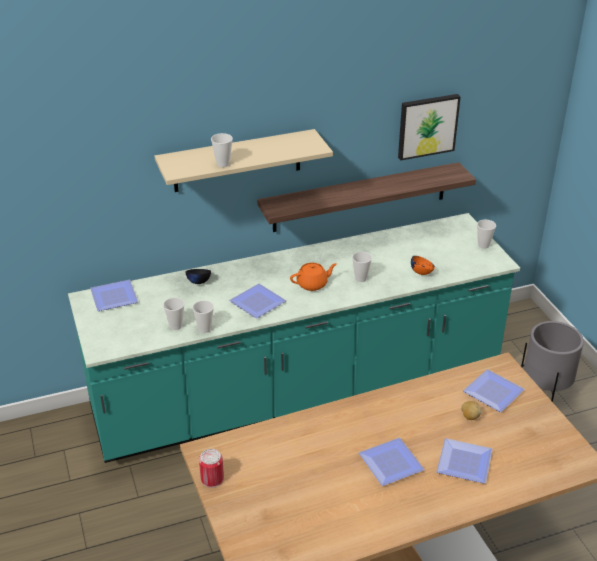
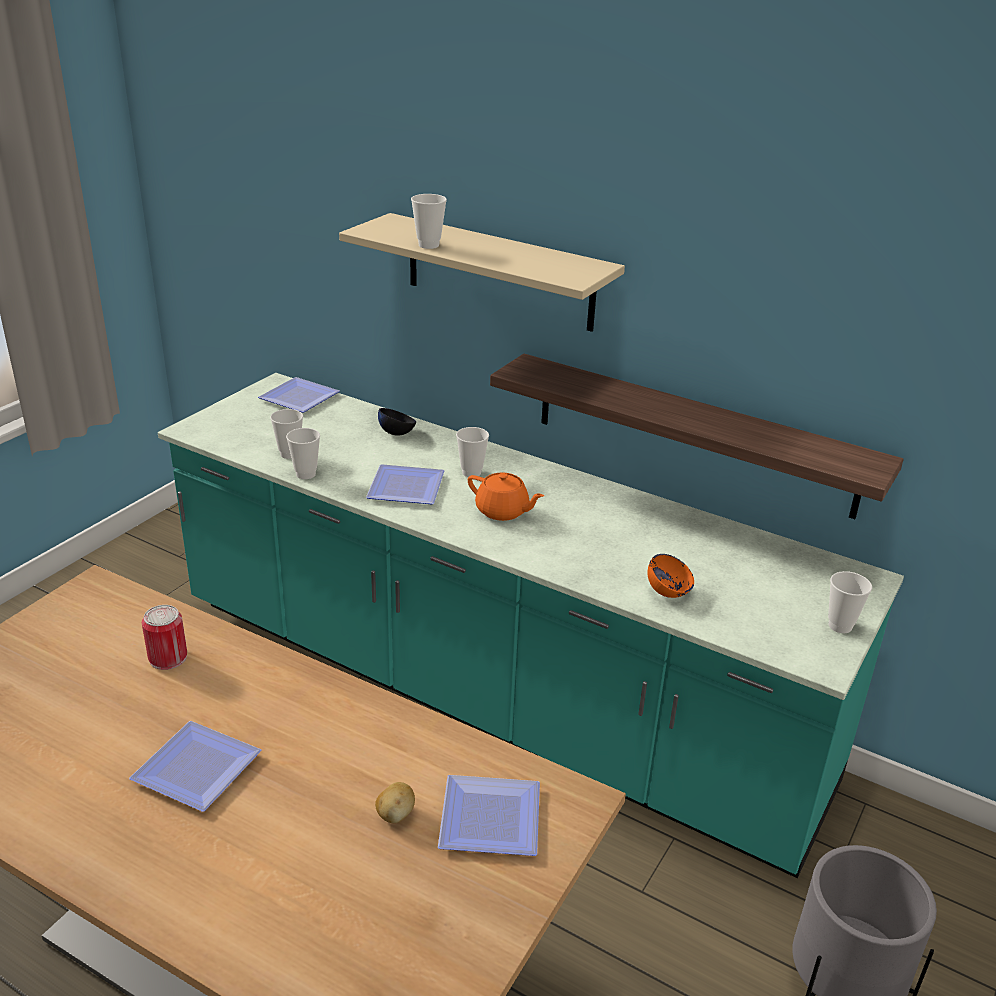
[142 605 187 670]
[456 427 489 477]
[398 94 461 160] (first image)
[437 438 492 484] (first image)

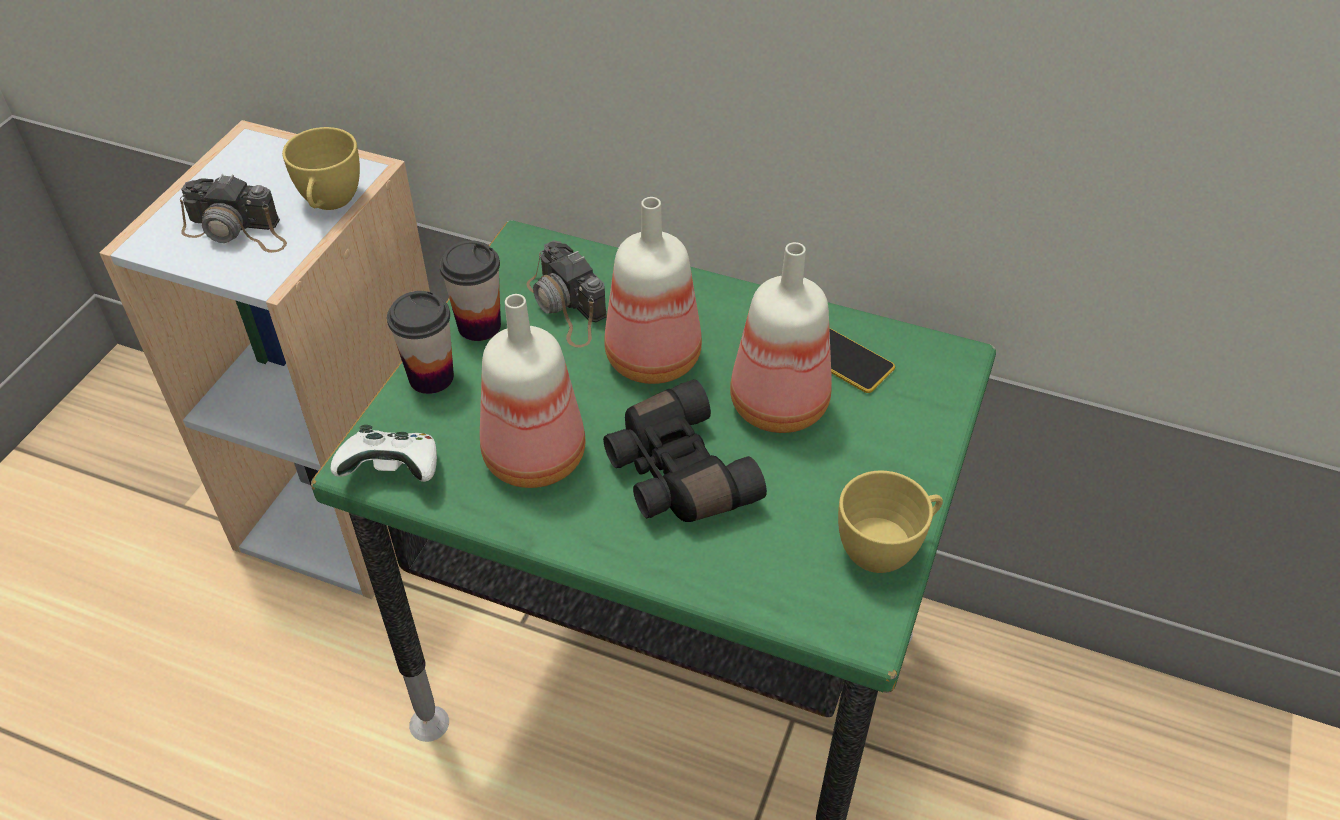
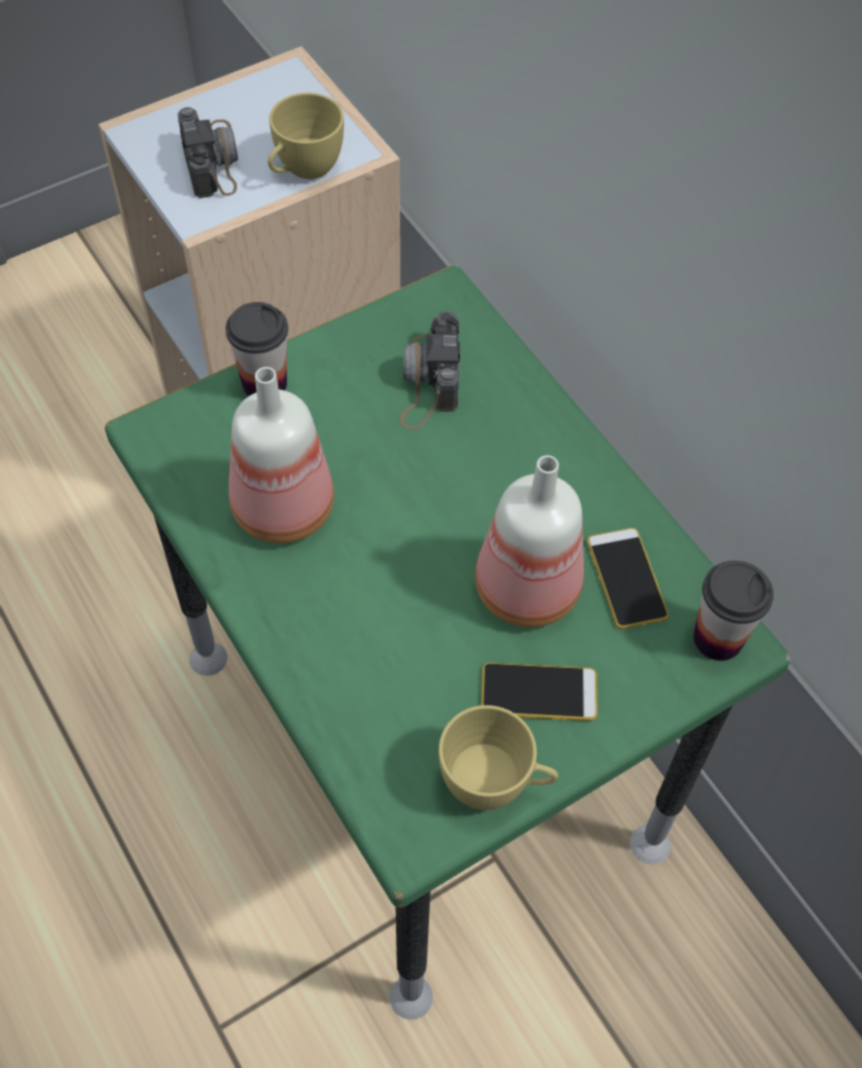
[178 107 238 198]
[331 425 437 482] (first image)
[693 561 774 661]
[603 379 767 522] (first image)
[604 197 702 384] (first image)
[481 663 598 721]

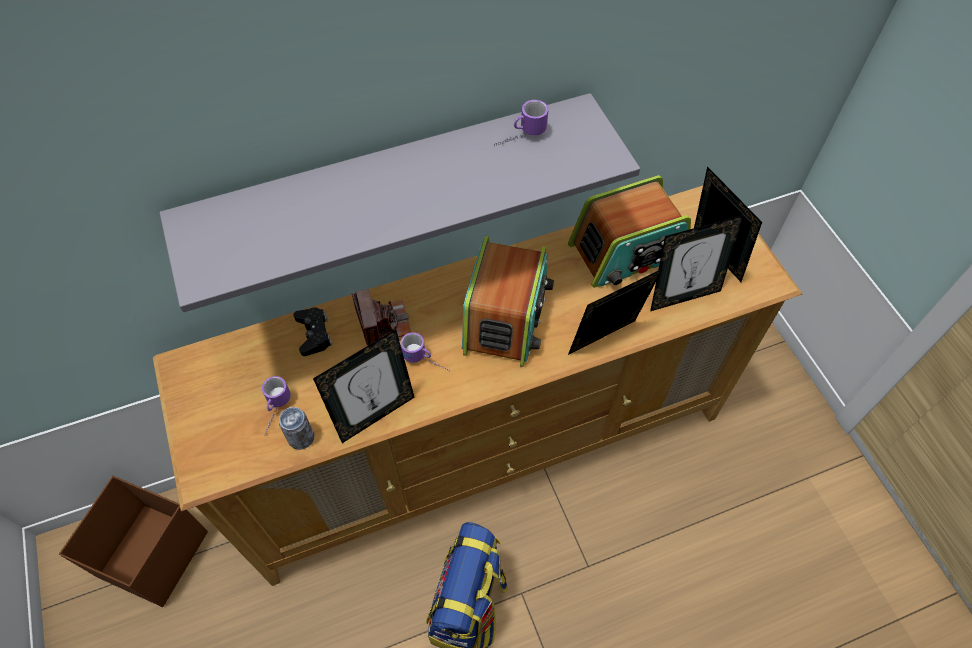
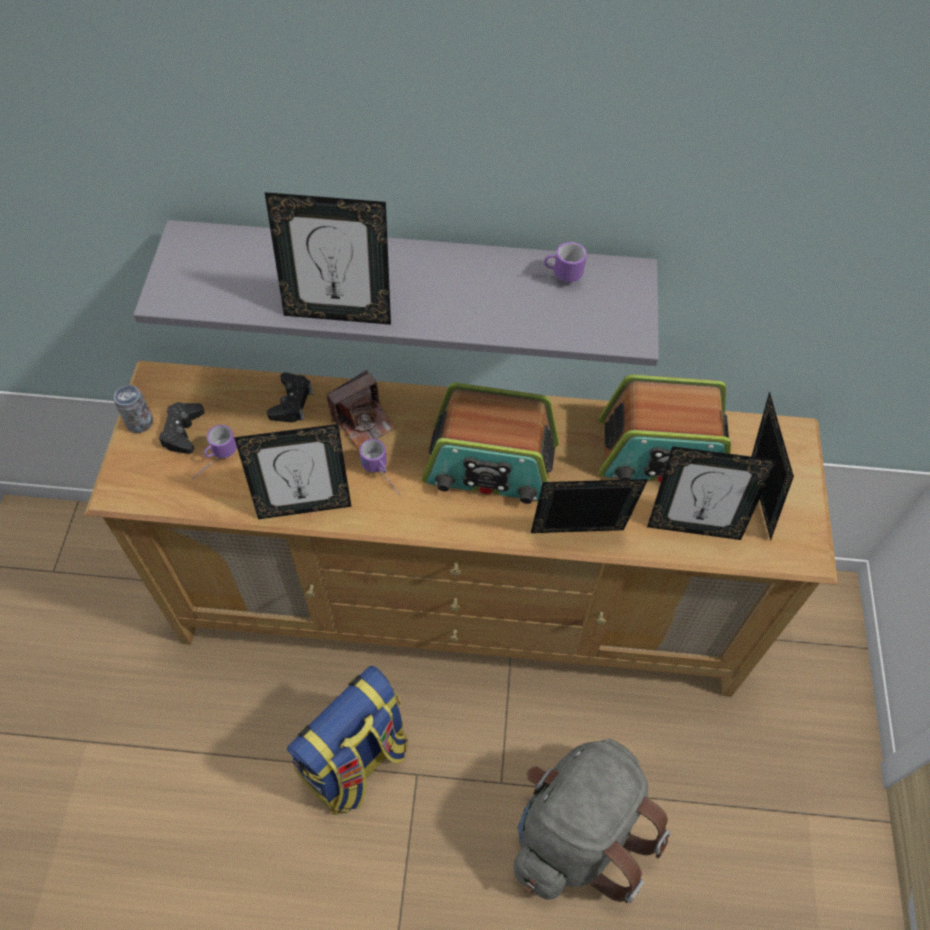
[59 476 208 607] (first image)
[114 385 153 433]
[326 370 396 449]
[422 383 559 504]
[159 402 205 454]
[265 192 391 325]
[513 739 670 903]

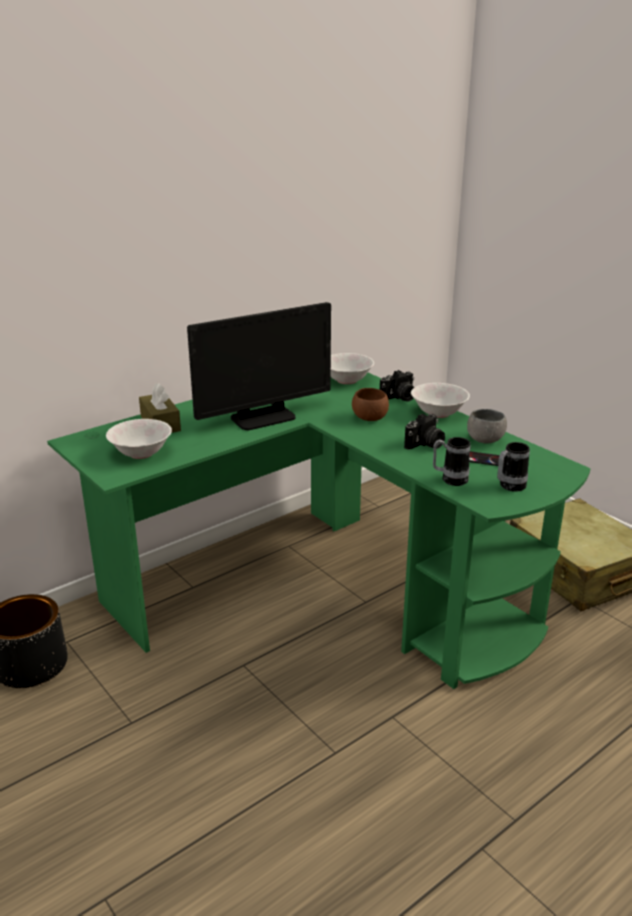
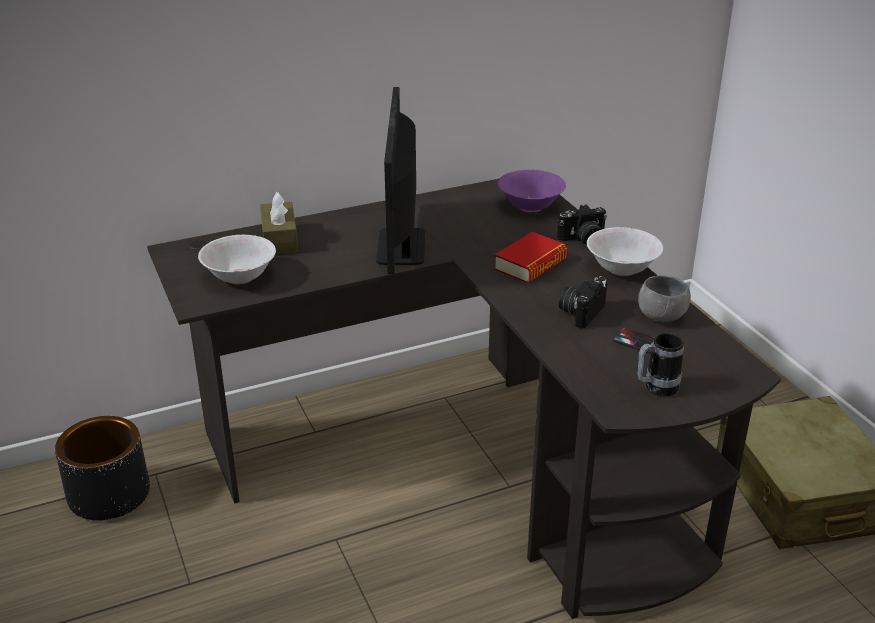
[147 179 781 619]
[376 87 425 274]
[498 170 566 212]
[494 232 568 283]
[559 276 607 328]
[433 437 471 486] (first image)

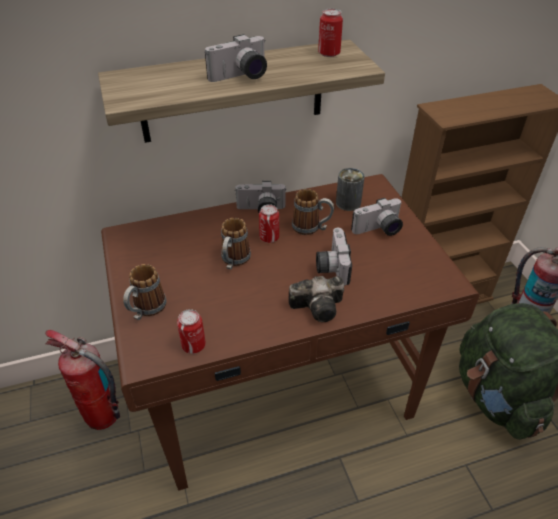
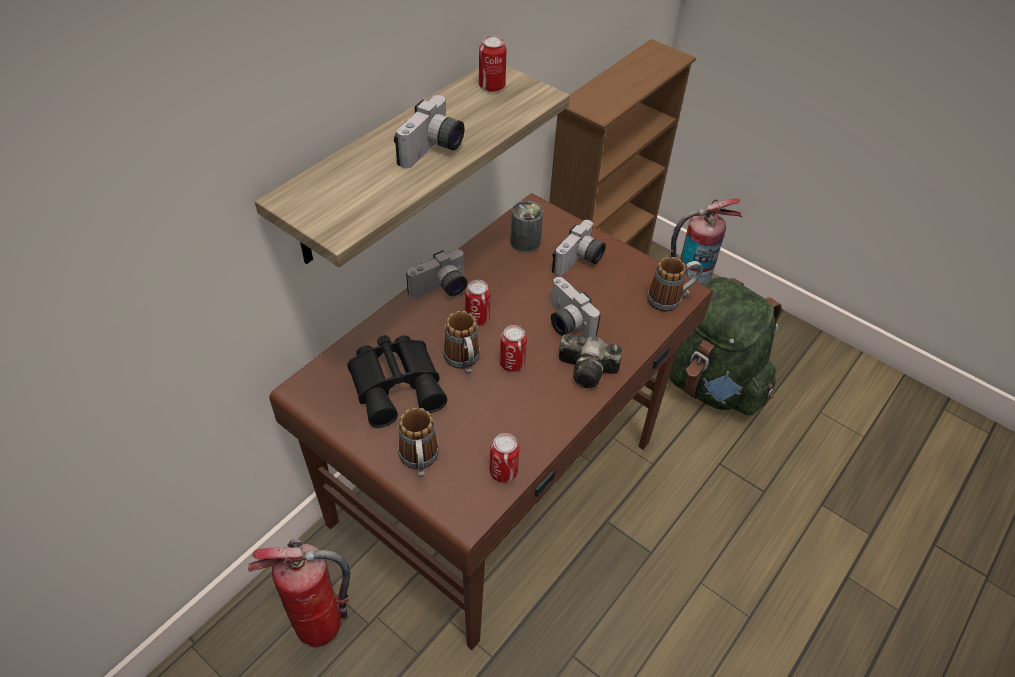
[559 334 623 388]
[647 257 703 312]
[347 335 447 428]
[500 325 527 372]

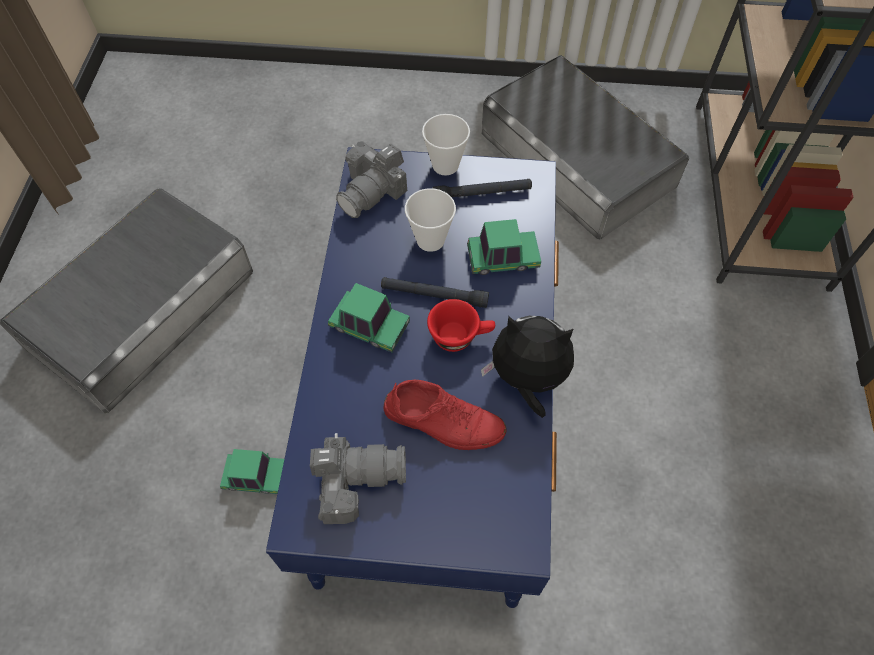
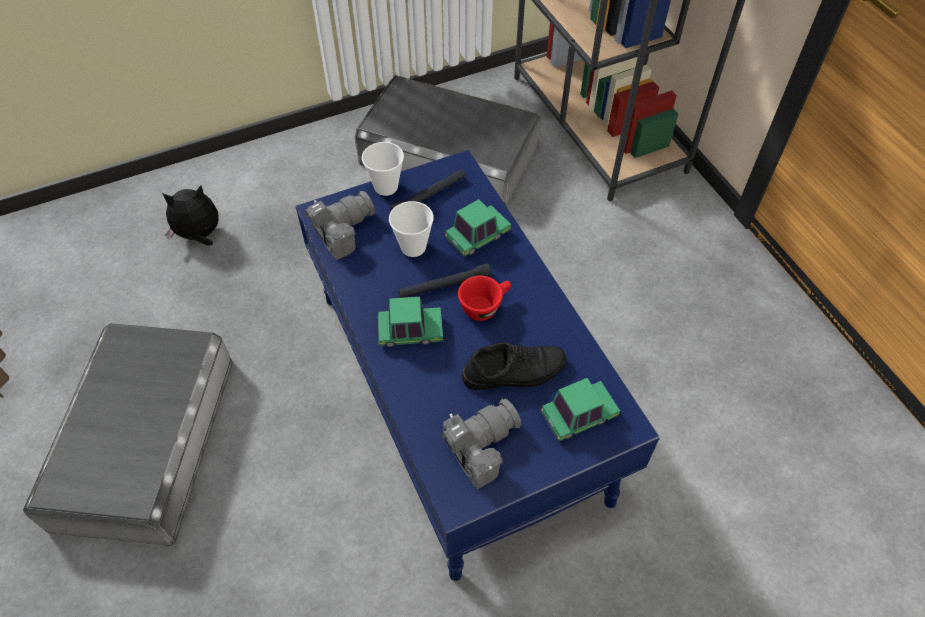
[541 378 620 442]
[305 191 375 260]
[462 342 567 390]
[162 186 219 246]

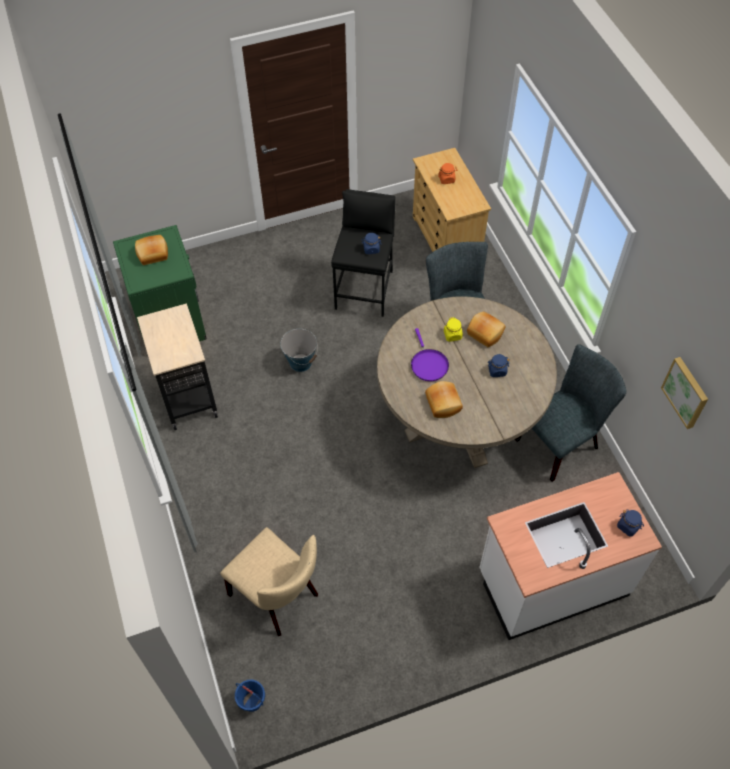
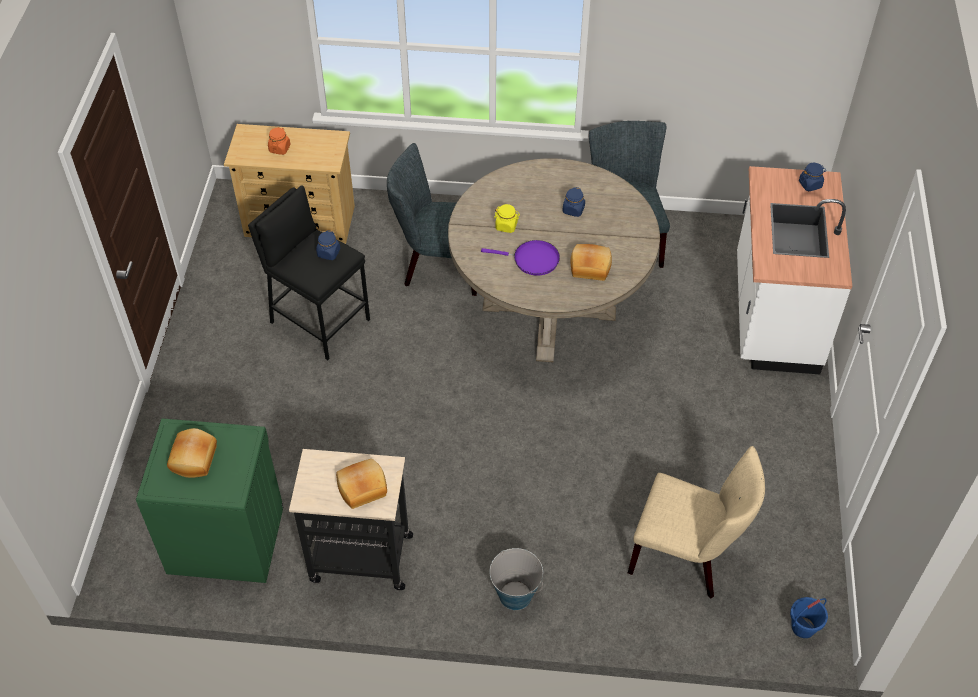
[628 446 765 598]
[489 548 543 610]
[336 459 387 509]
[661 357 708 429] (first image)

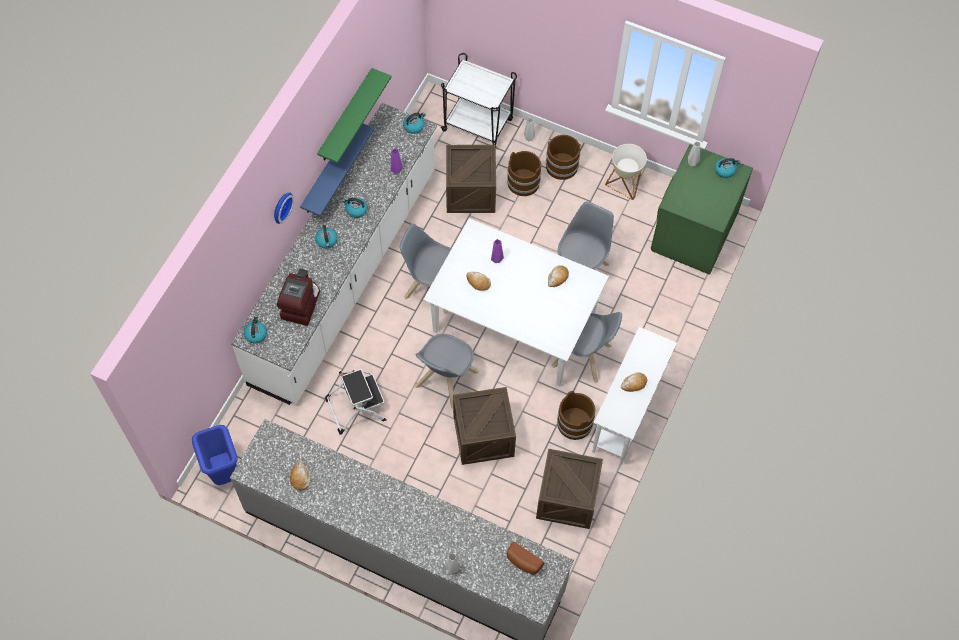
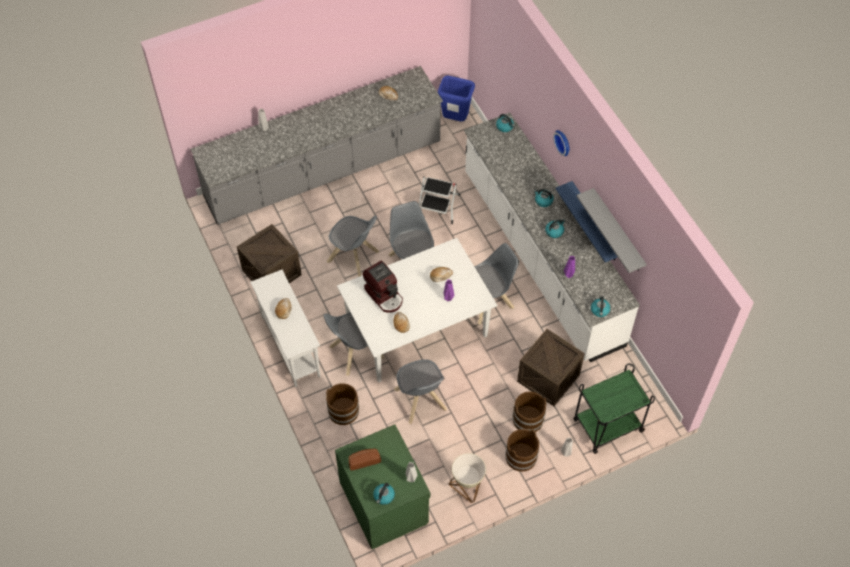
[363 260 403 313]
[577 188 647 273]
[573 363 655 454]
[327 215 379 277]
[348 449 381 471]
[326 383 359 425]

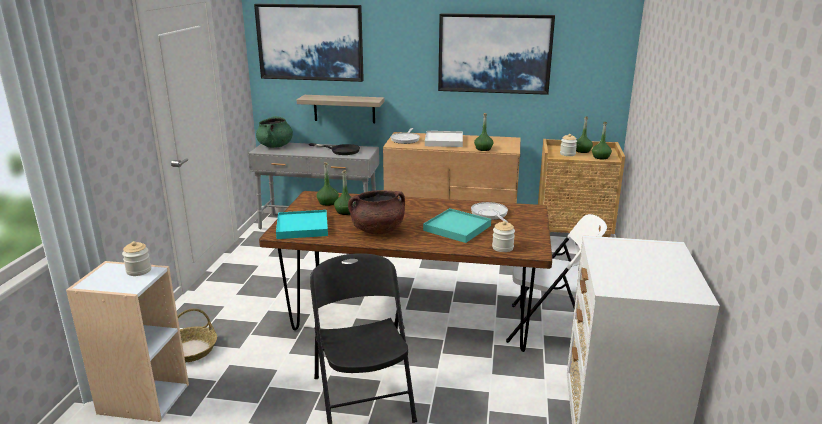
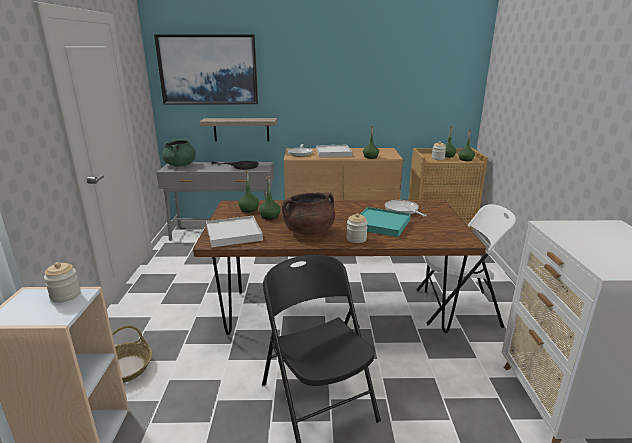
[206 216 263 247]
[438 13 555 95] (first image)
[347 213 368 243]

